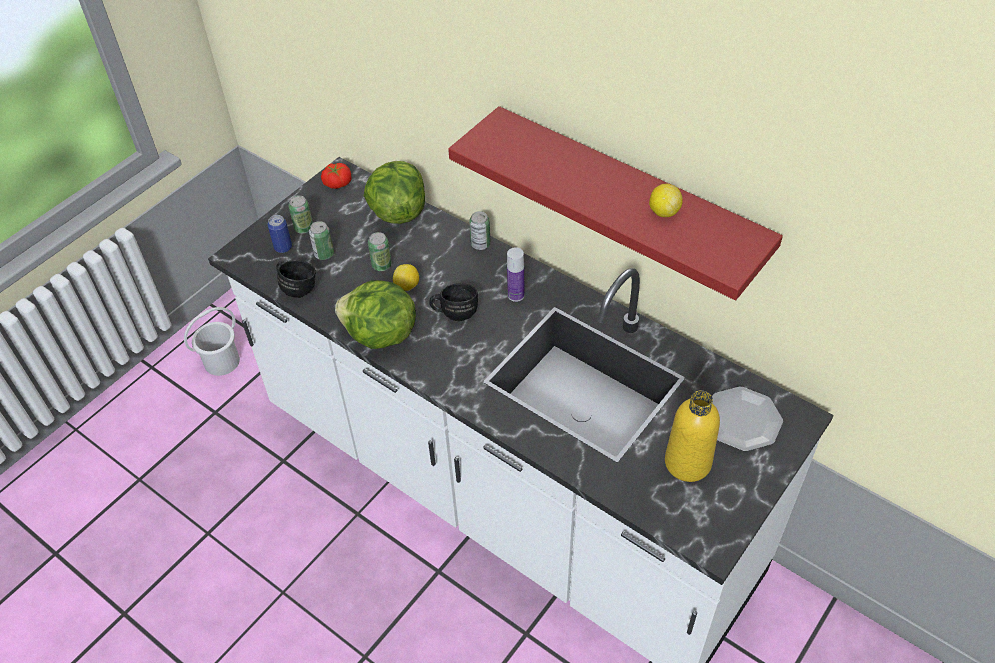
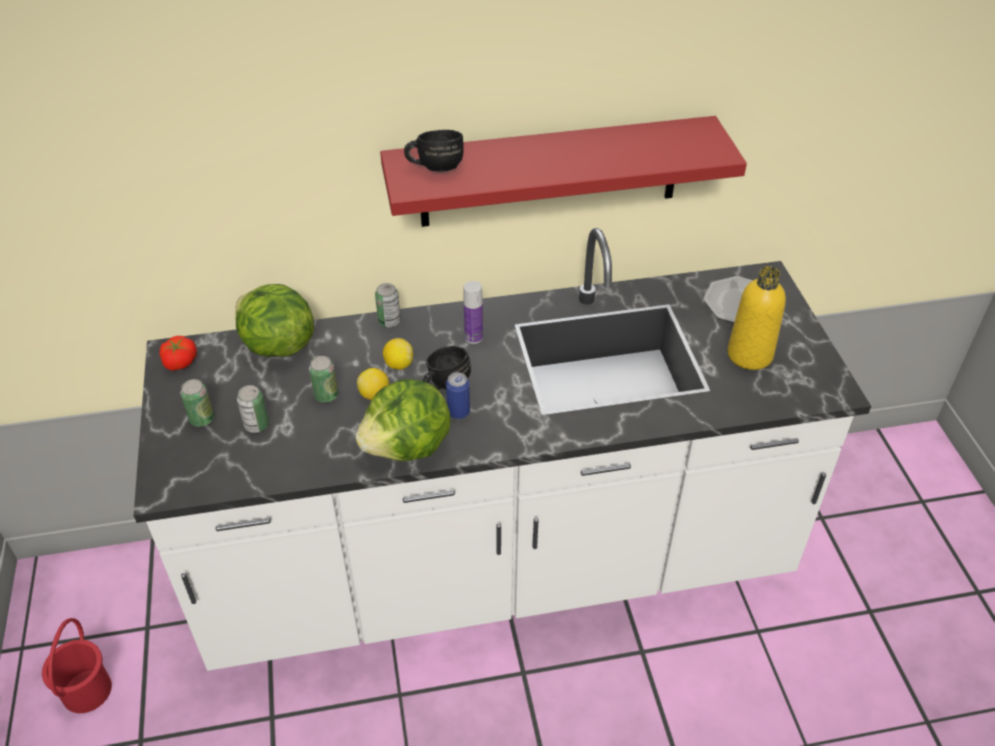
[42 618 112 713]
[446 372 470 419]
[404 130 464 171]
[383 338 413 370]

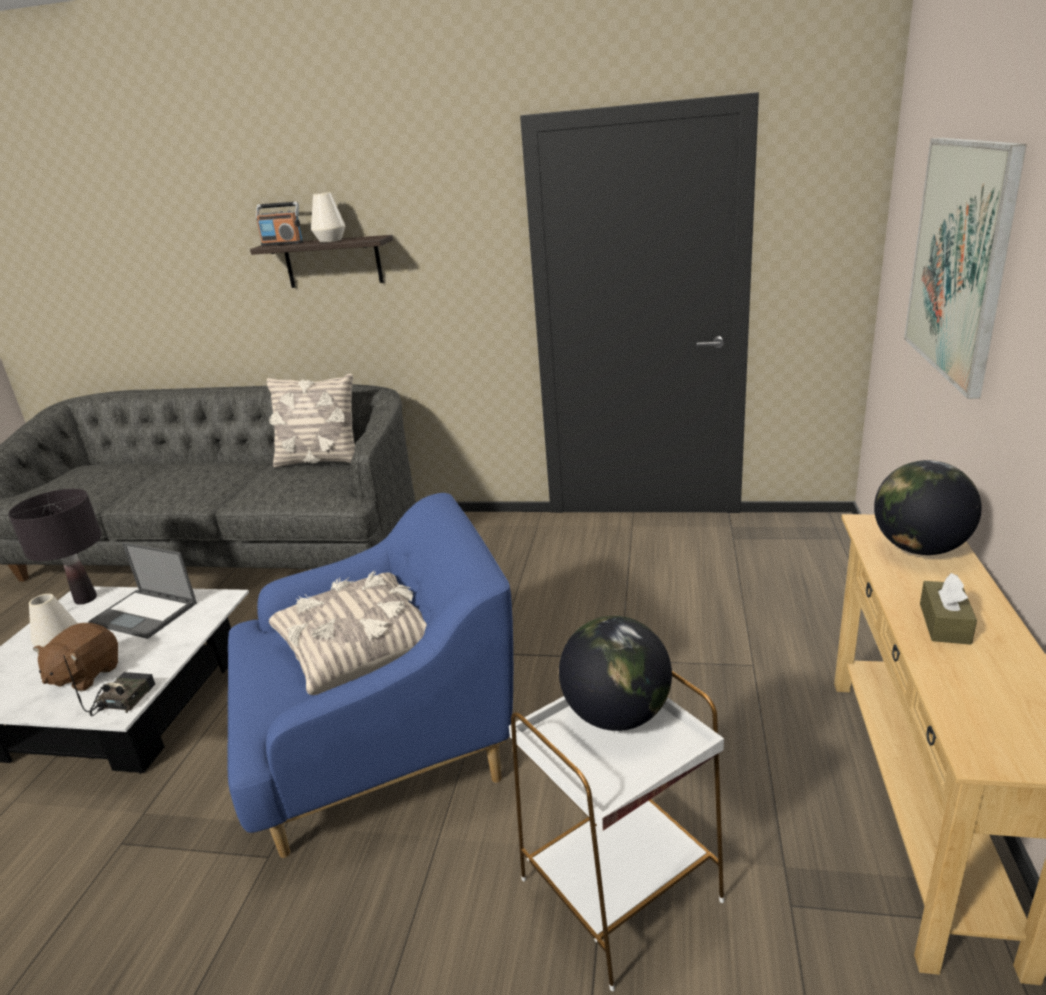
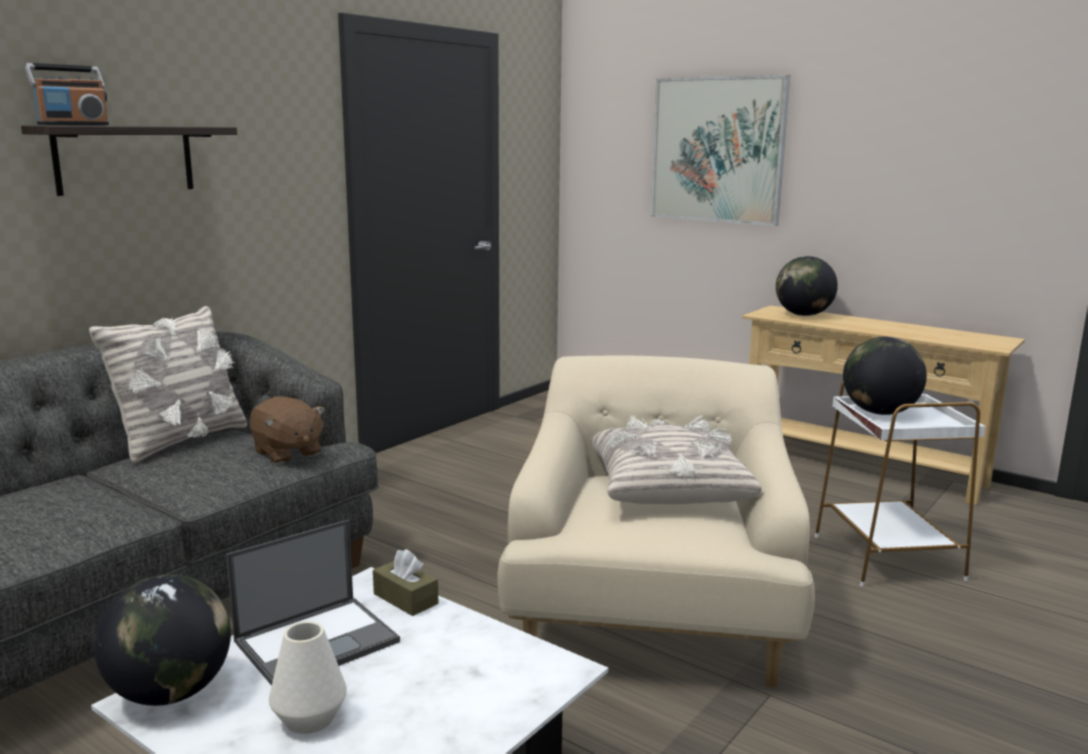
[94 574 231 706]
[250 396 325 464]
[63 655 155 716] (first image)
[497 356 815 688]
[311 192 345 243] (first image)
[373 549 438 616]

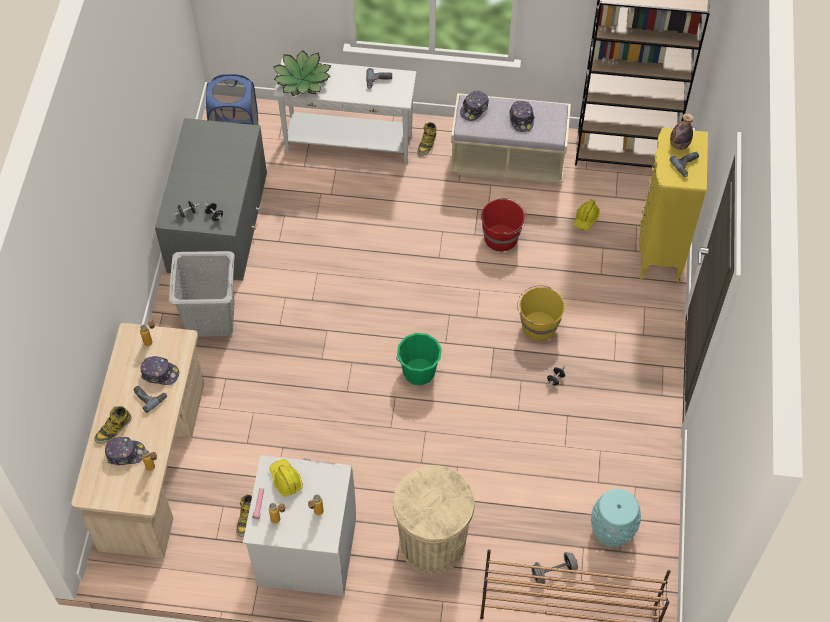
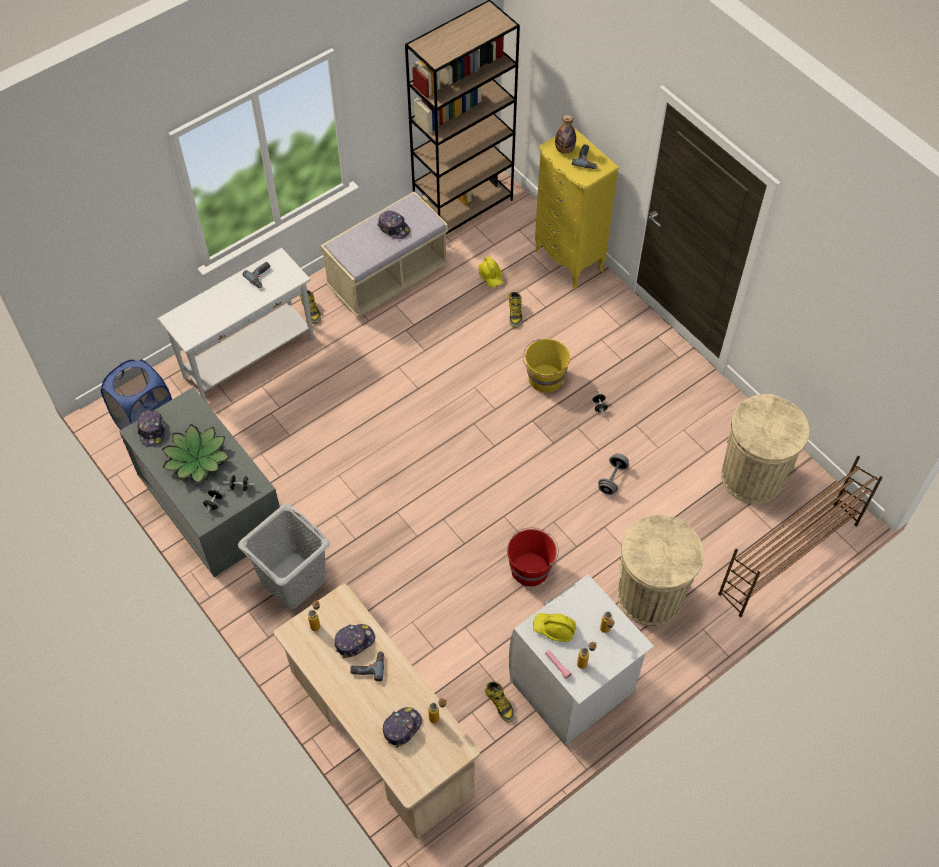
[508 292 522 328]
[162 424 229 483]
[396 333 442 386] (first image)
[137 410 165 447]
[507 527 559 586]
[598 453 629 495]
[721 394 809 504]

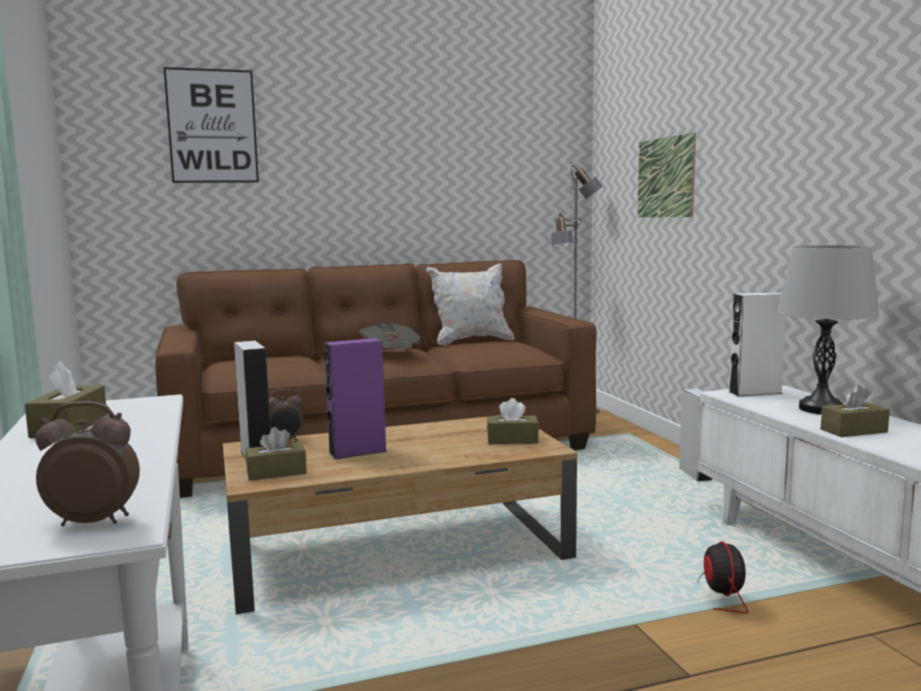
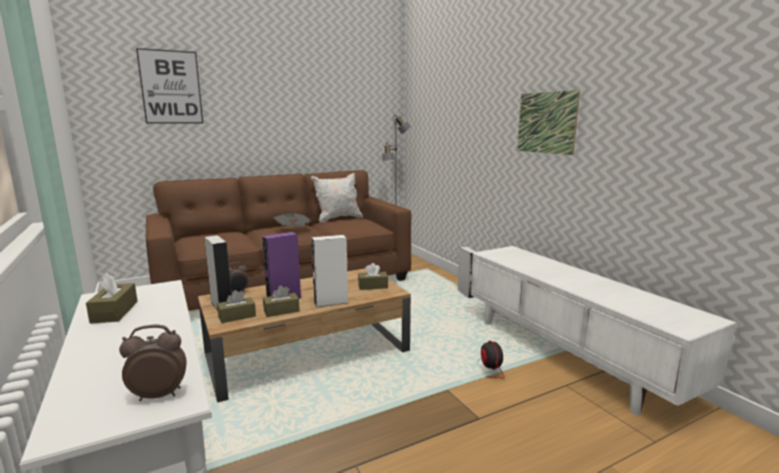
[517 90 580 155]
[312 235 349 308]
[778 245 879 414] (first image)
[263 285 300 317]

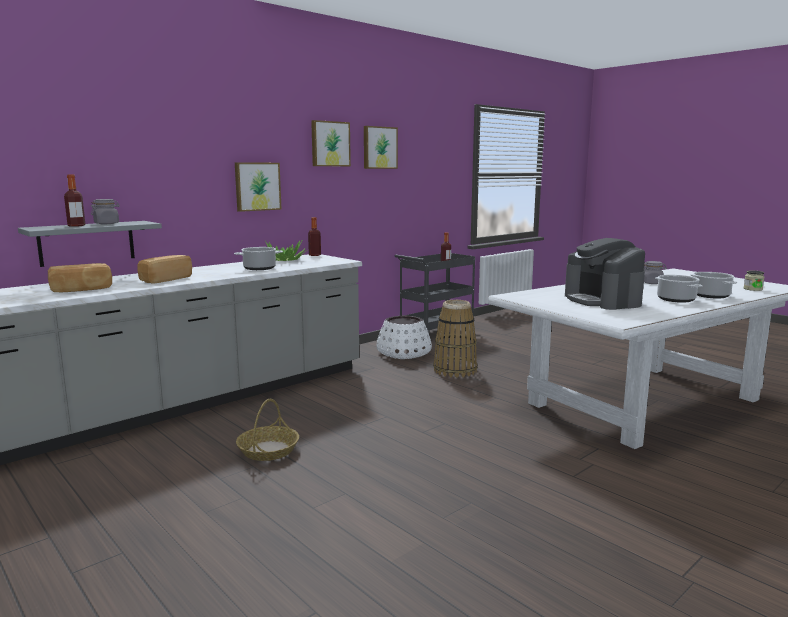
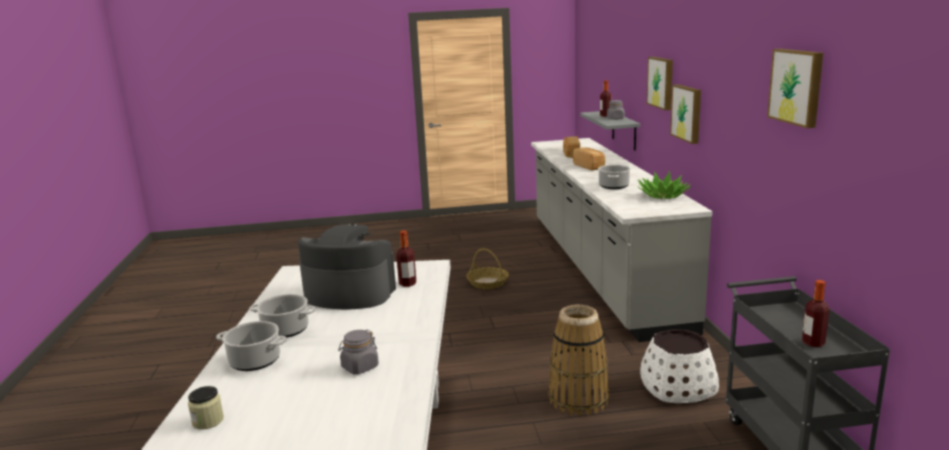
[396 230 416 287]
[647 57 673 110]

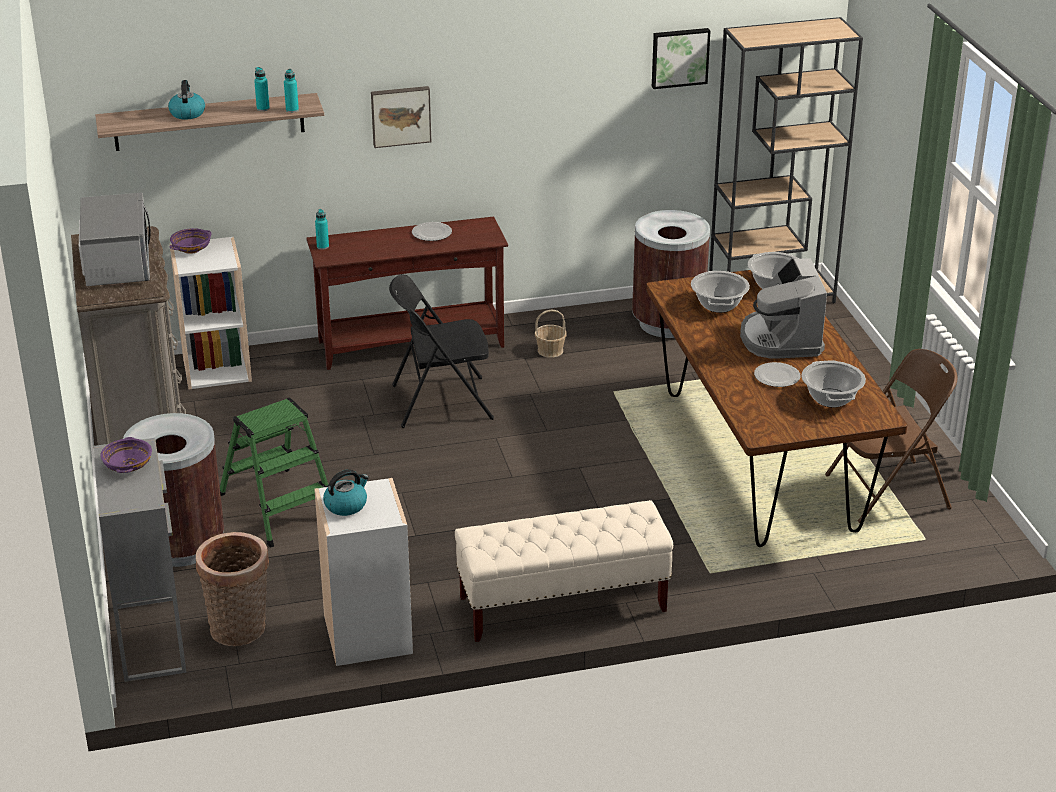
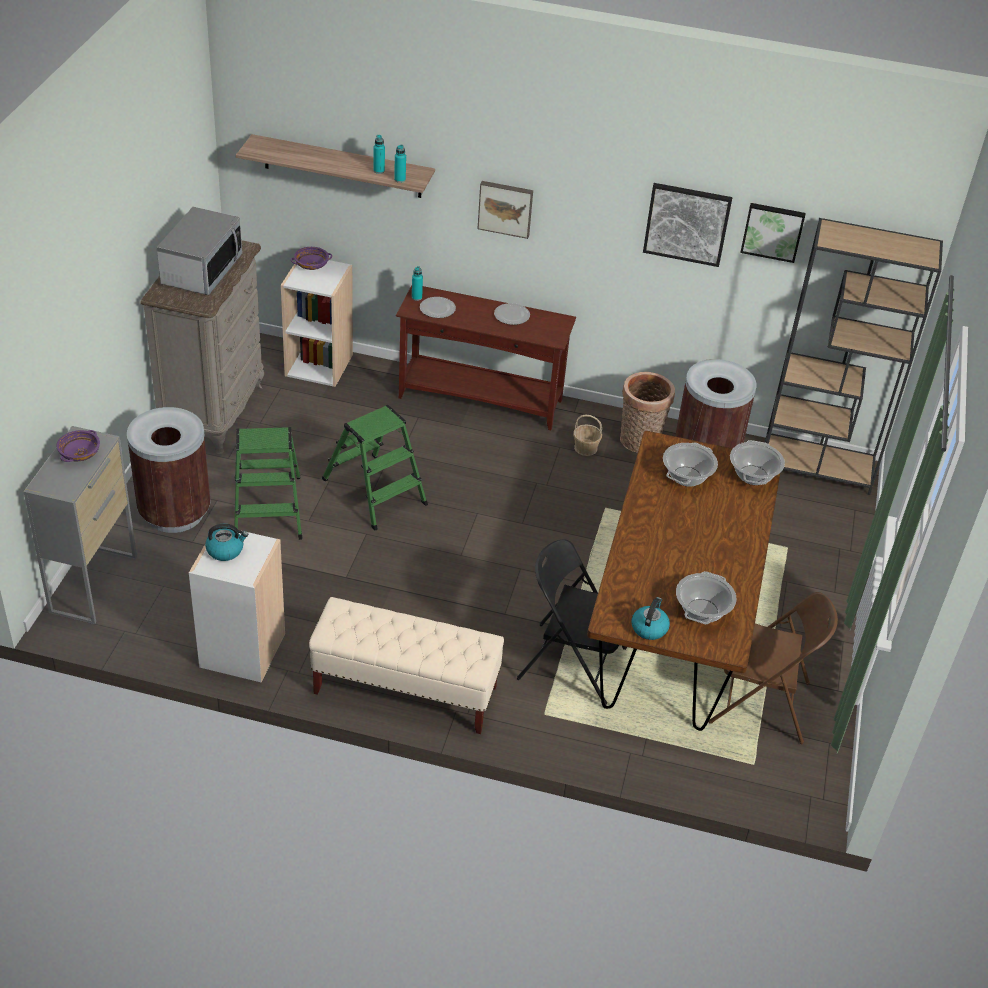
[631 597 670 640]
[620 372 675 453]
[517 539 627 705]
[740 258 827 359] (first image)
[420 297 456 318]
[322 405 428 531]
[643 183 733 267]

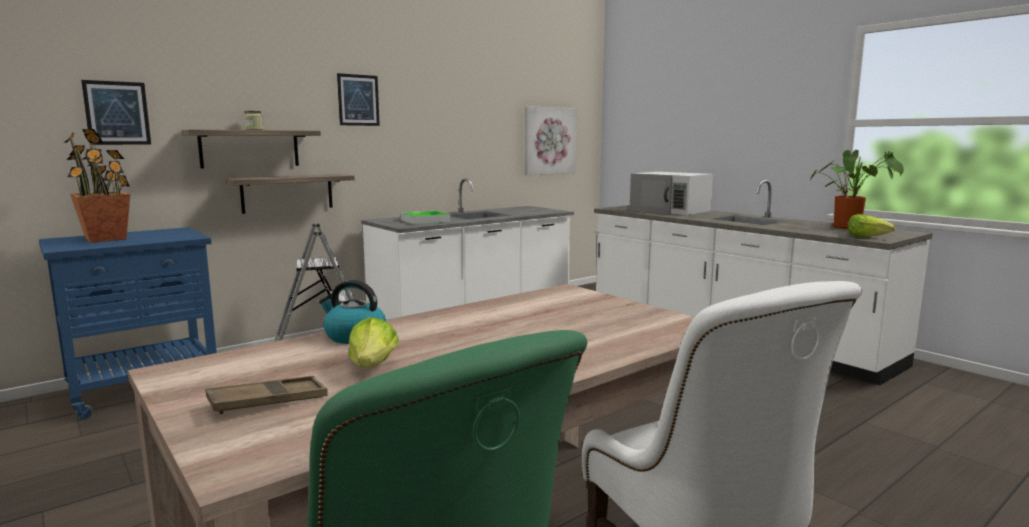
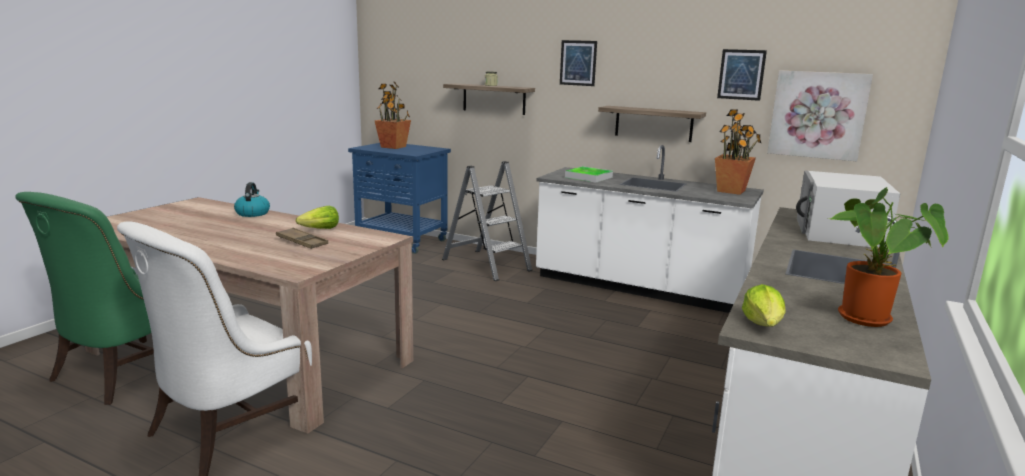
[717 49 767 101]
[276 228 328 249]
[598 106 706 142]
[296 206 339 229]
[715 109 761 195]

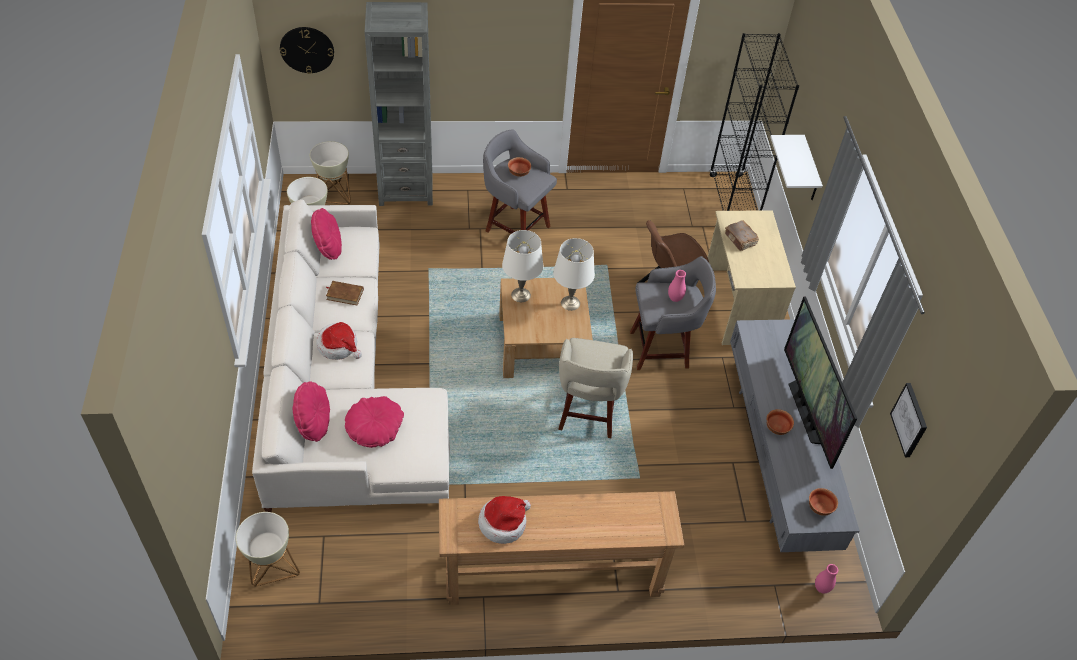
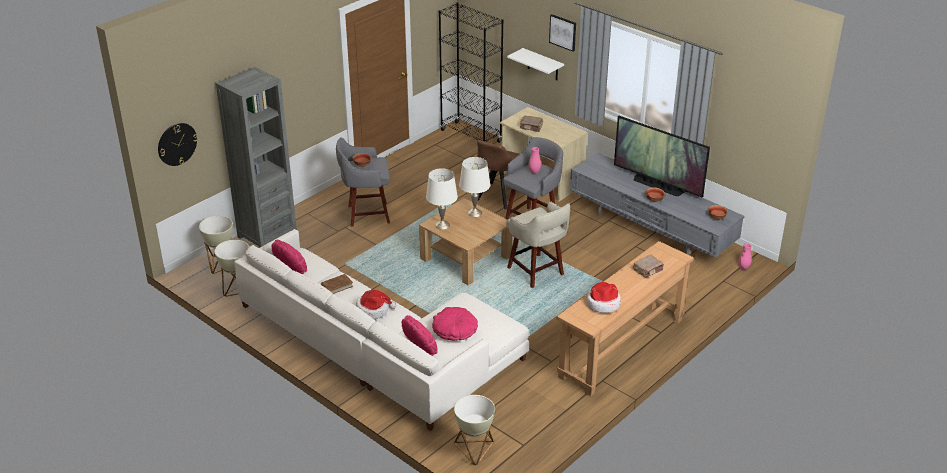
[549 14 576 52]
[633 255 664 278]

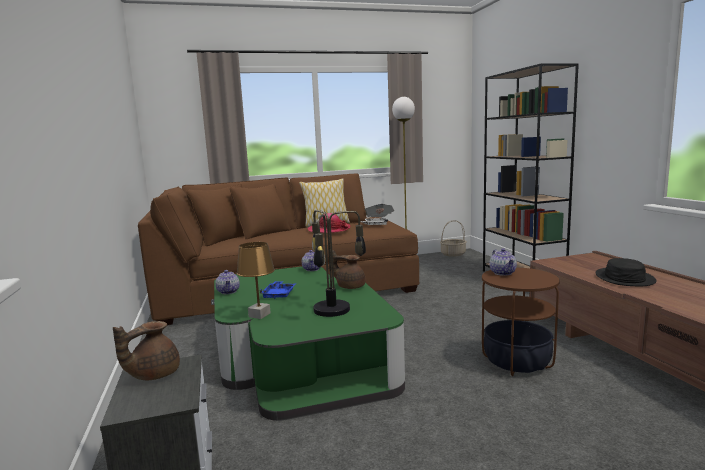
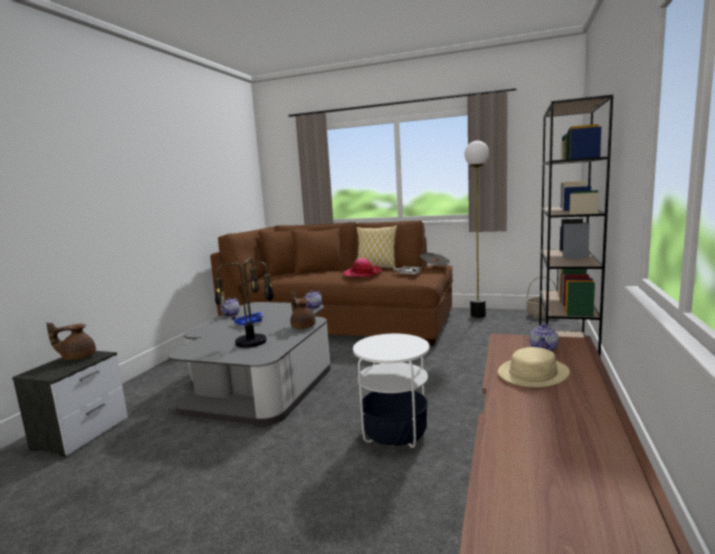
[168 302 330 426]
[236 242 275 319] (first image)
[353 334 430 448]
[529 323 559 351]
[498 347 570 388]

